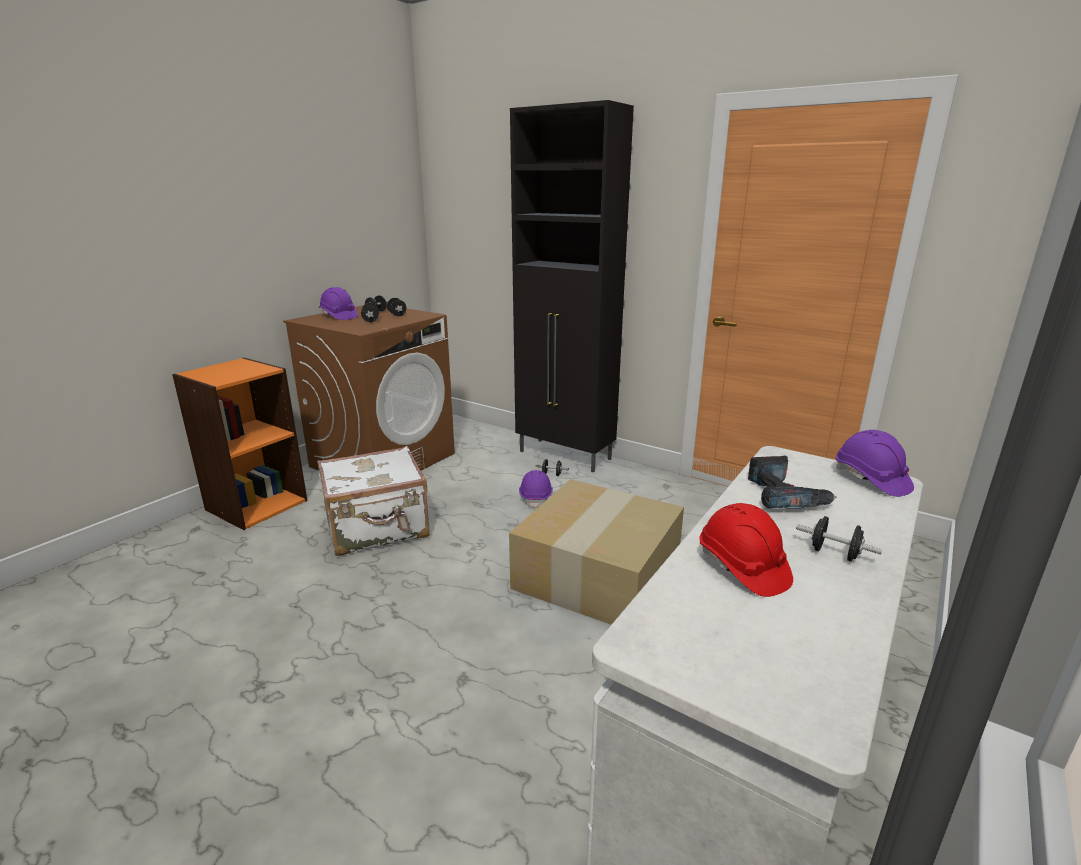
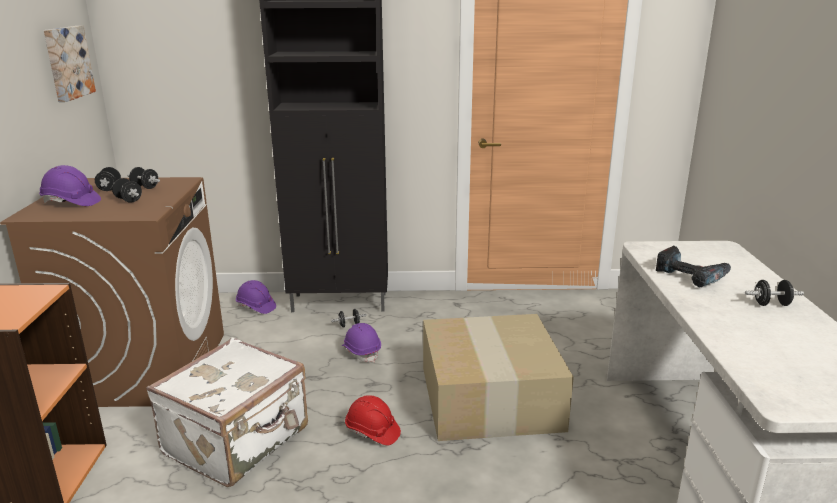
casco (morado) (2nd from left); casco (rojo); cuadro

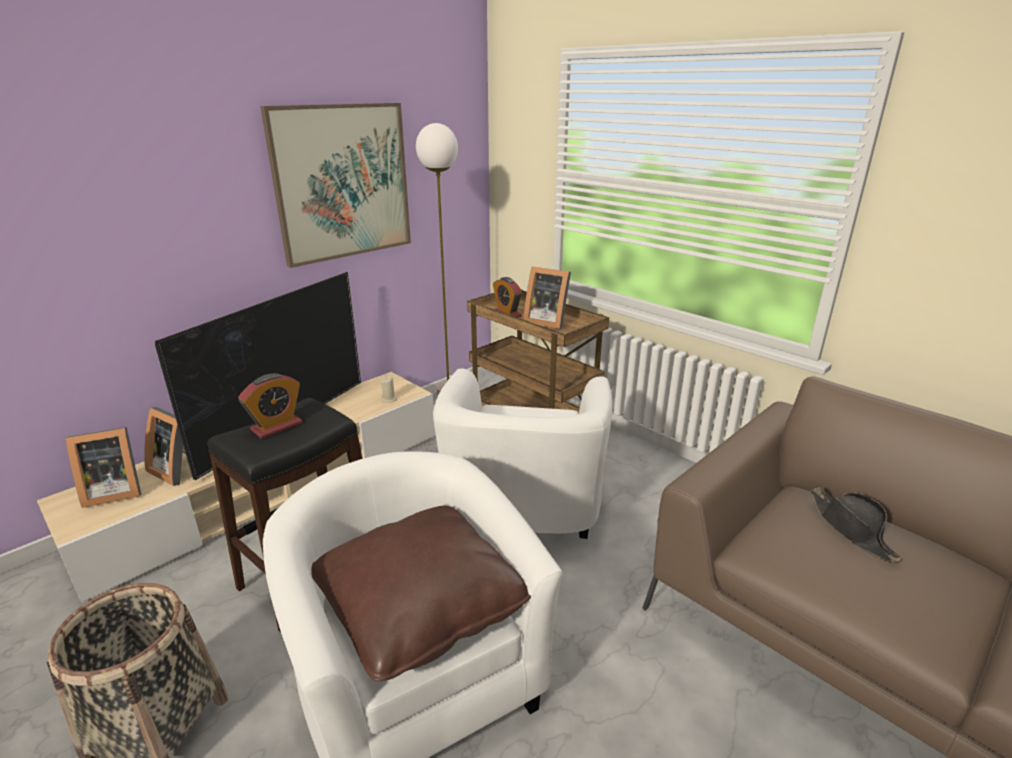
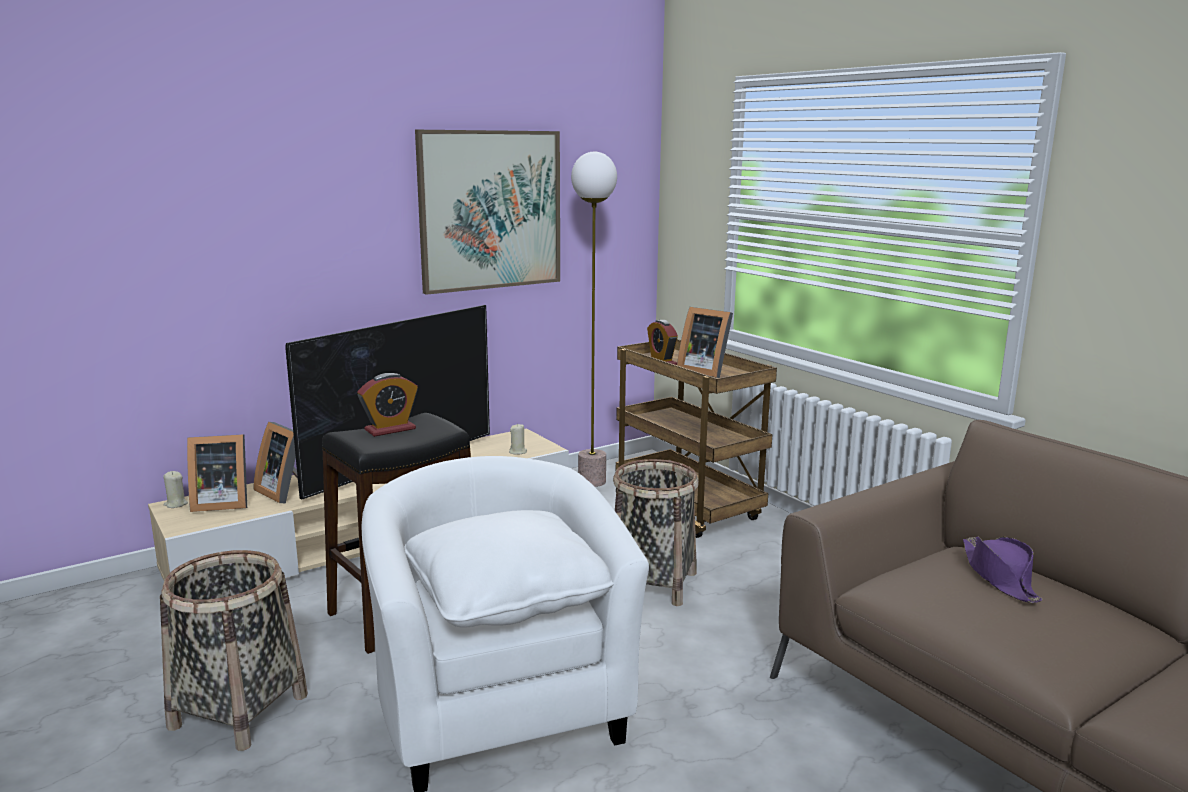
cesta (2nd from left); sombrero (morado); cojín (blanco); vela (beis) (1st from left)

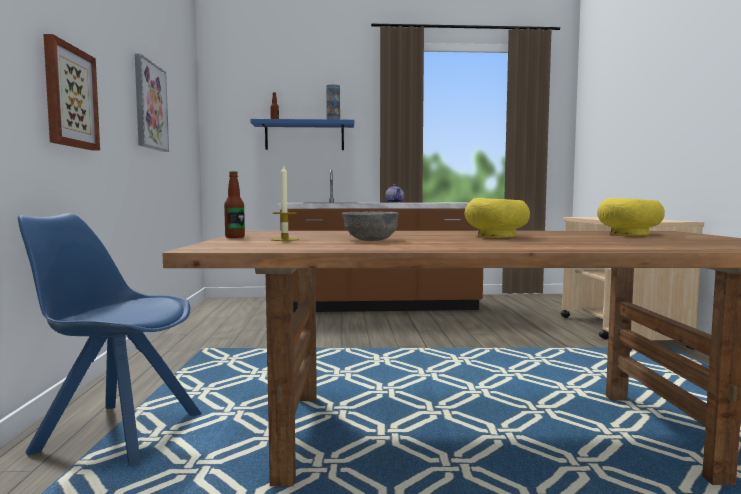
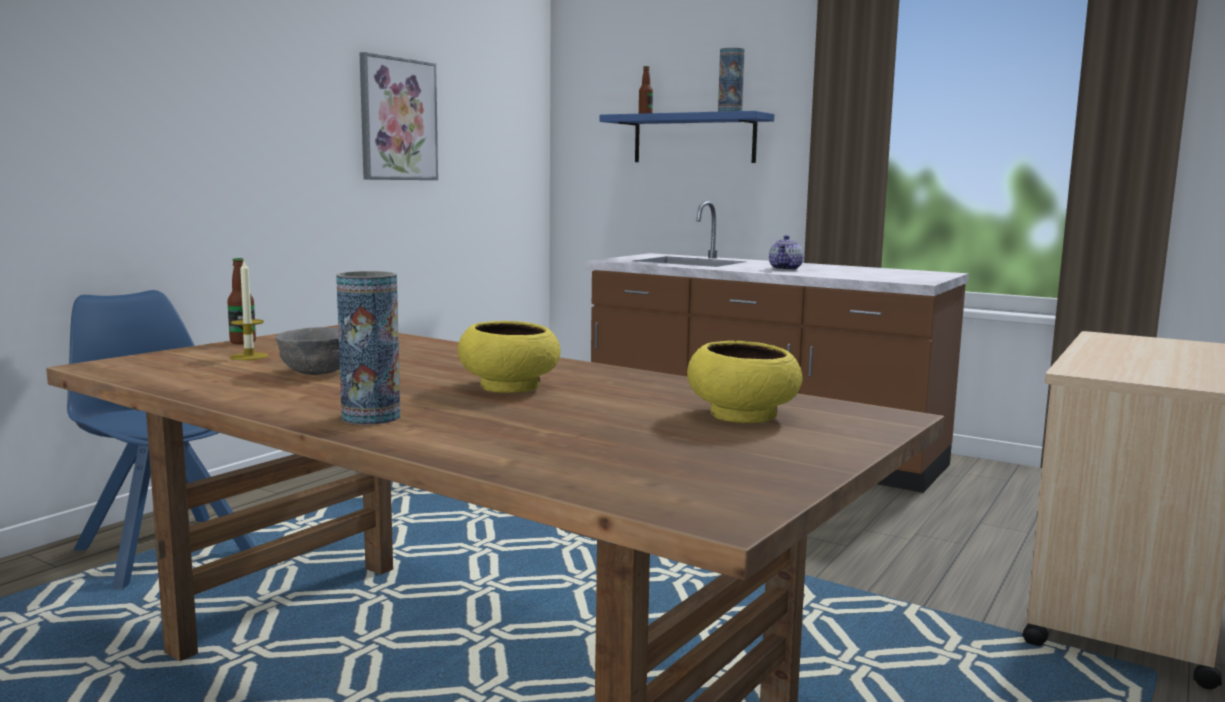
cuadro (1st from left in the first image); florero (1st from left)

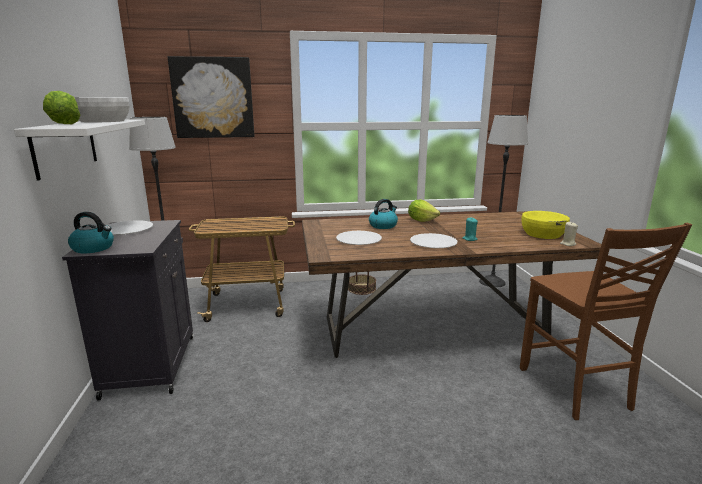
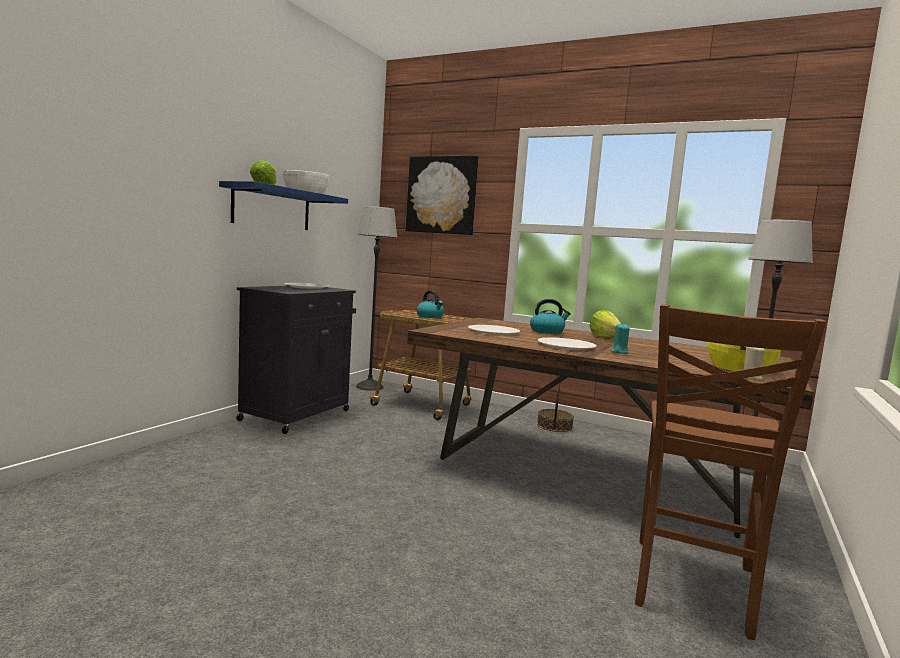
estante (azul); hervidor (1st from left)

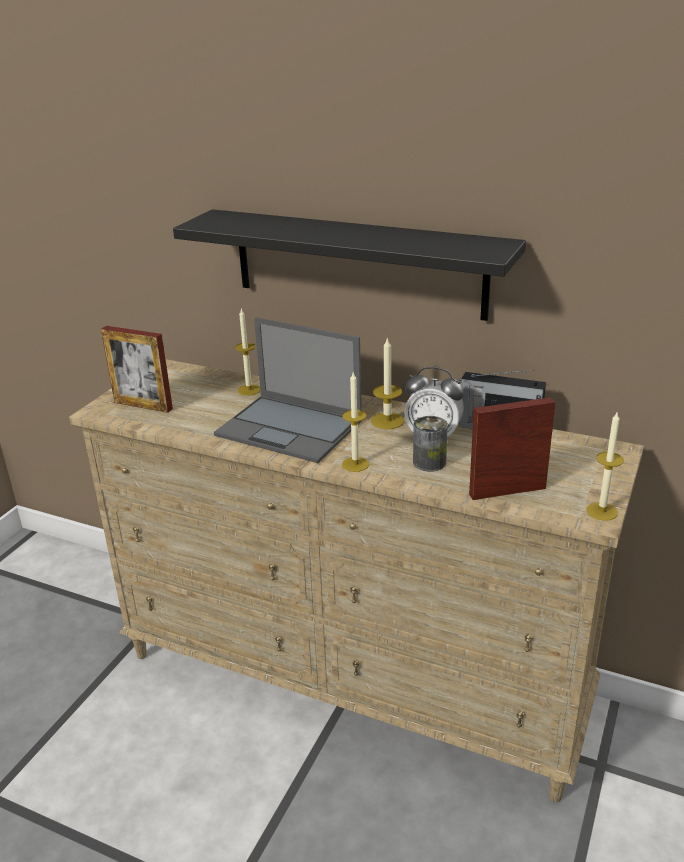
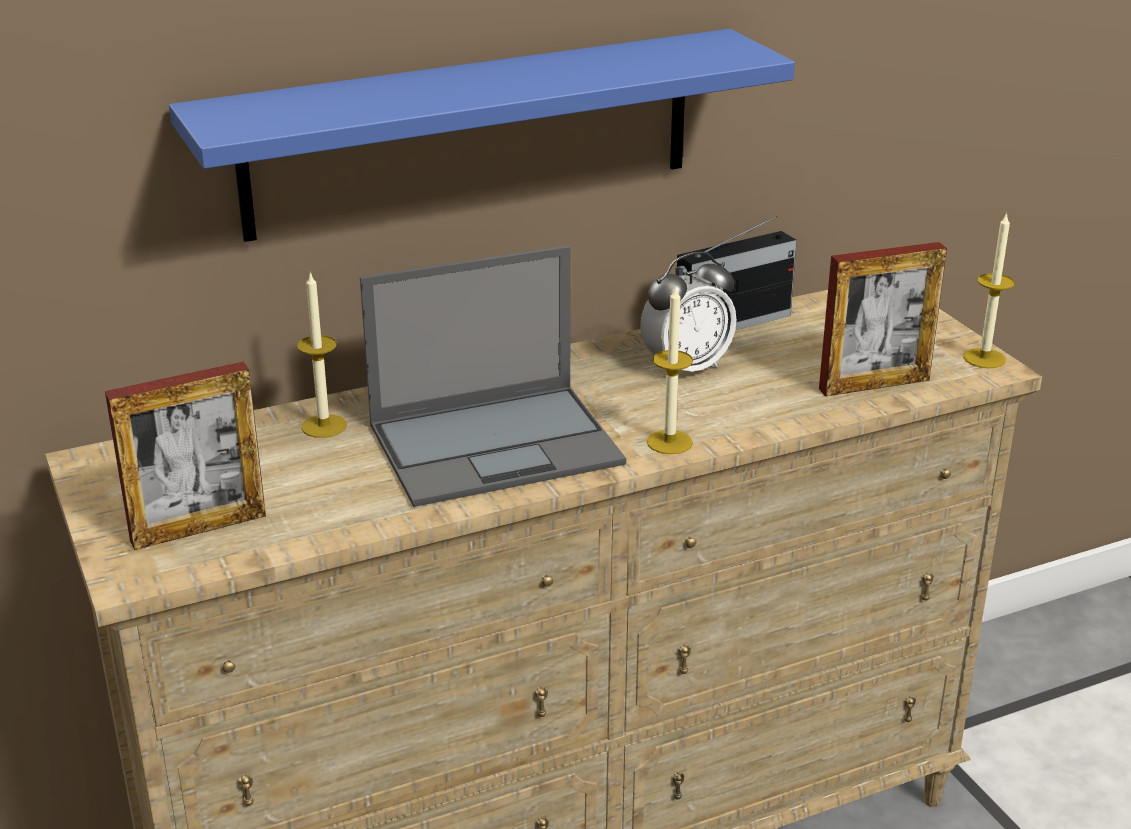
estante (azul); vela (3rd from left in the first image); portarretratos (2nd from left); lata

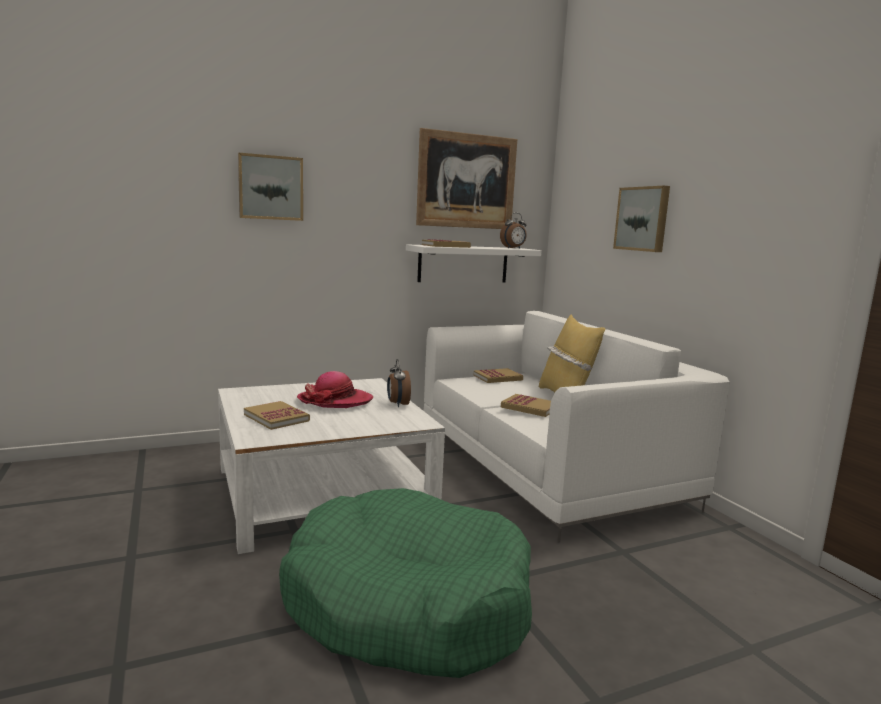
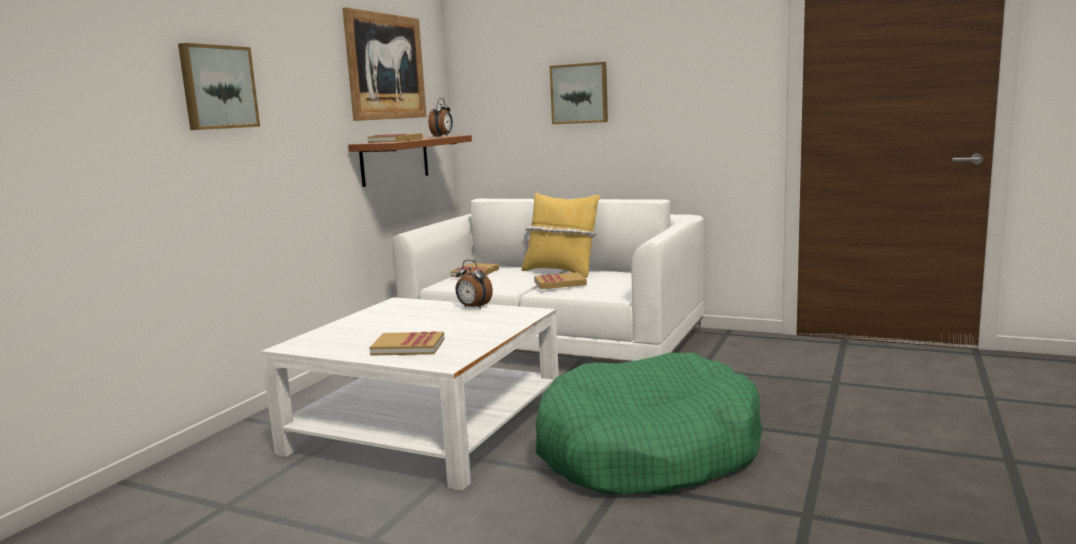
estante (marrón); sombrero

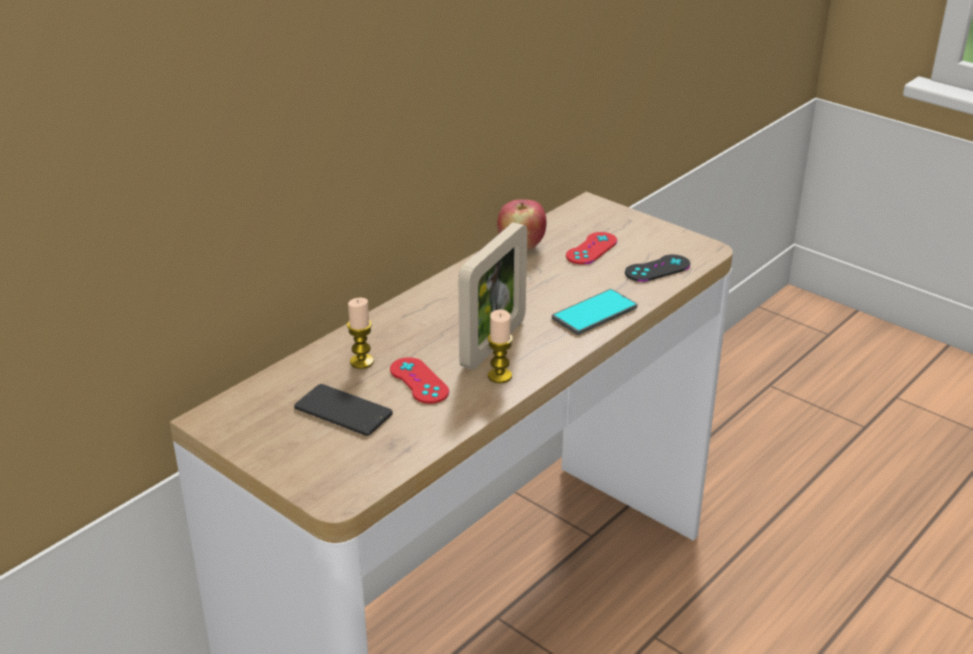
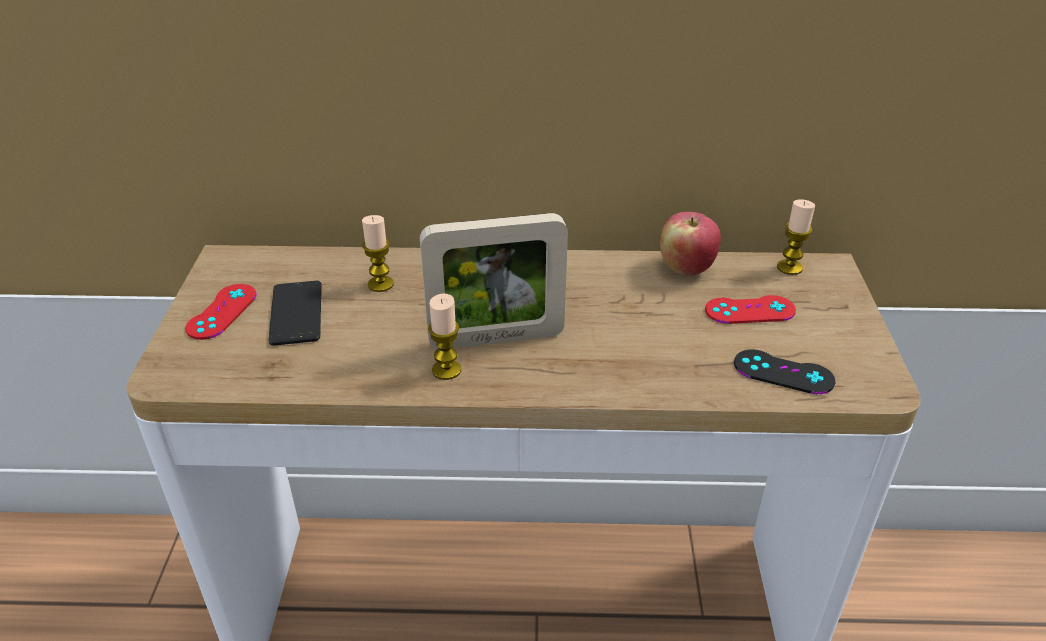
móvil (2nd from left in the first image); mando de consola (rojo) (1st from left); vela (3rd from left)

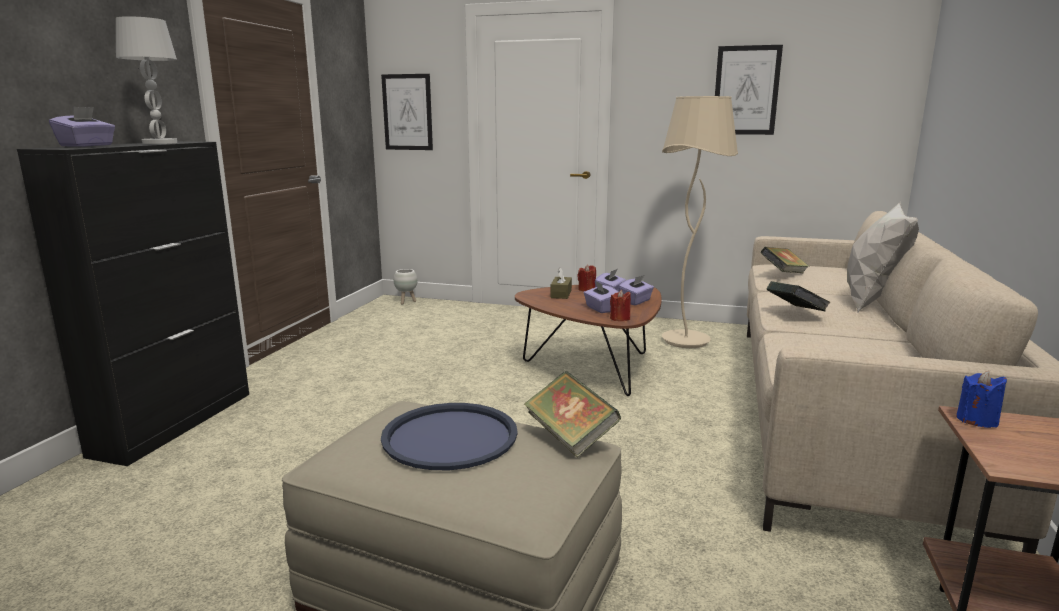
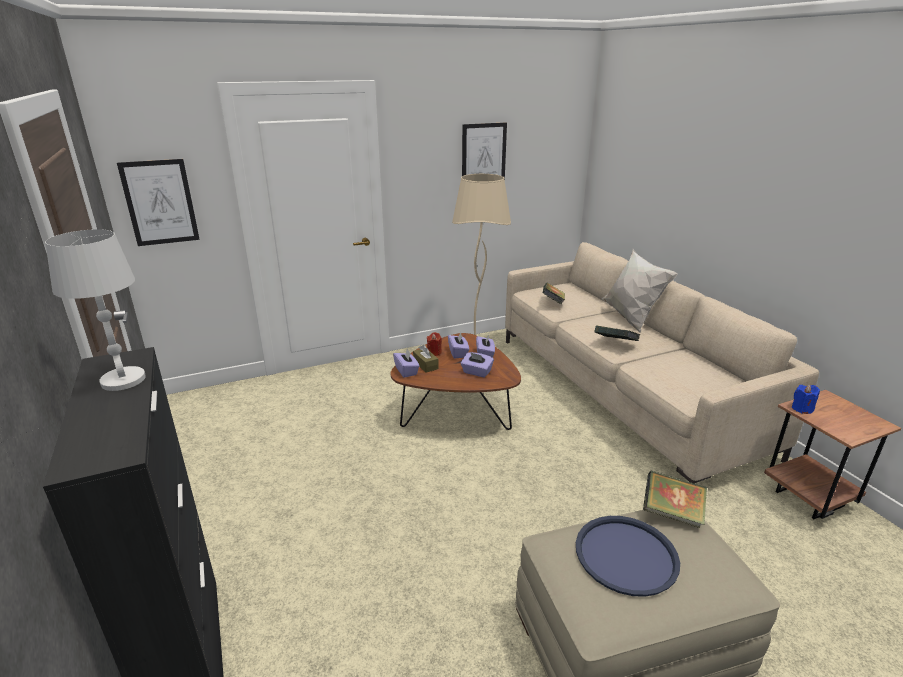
caja de pañuelos (morado) (1st from left); maceta (blanco); vela (rojo) (2nd from left in the first image)

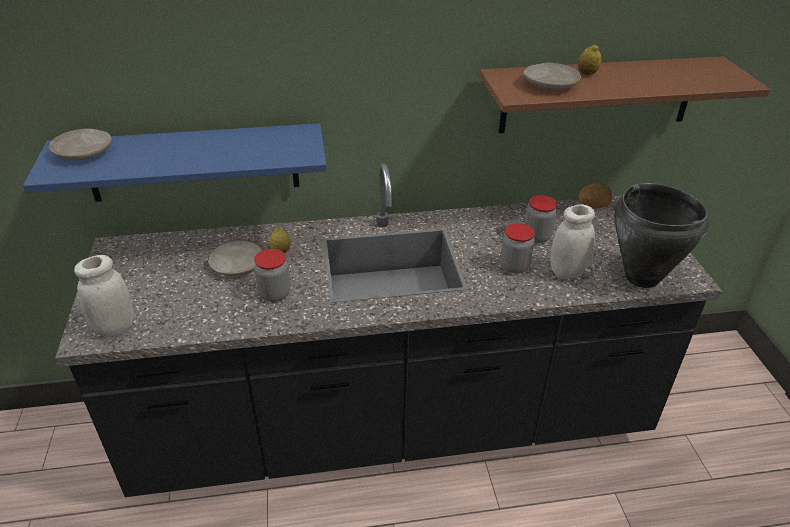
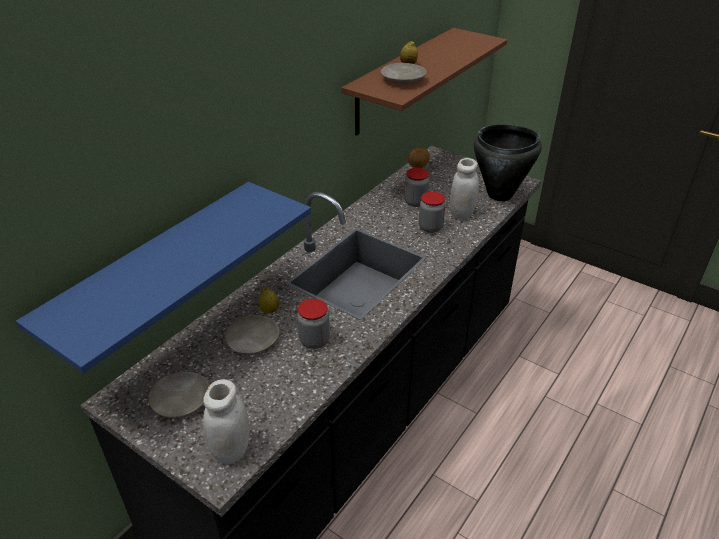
plato (beis) (1st from left)

